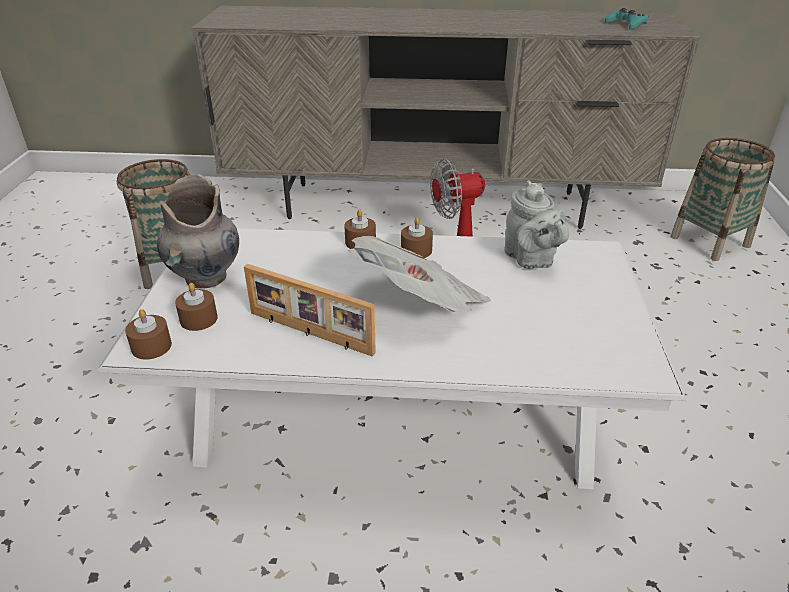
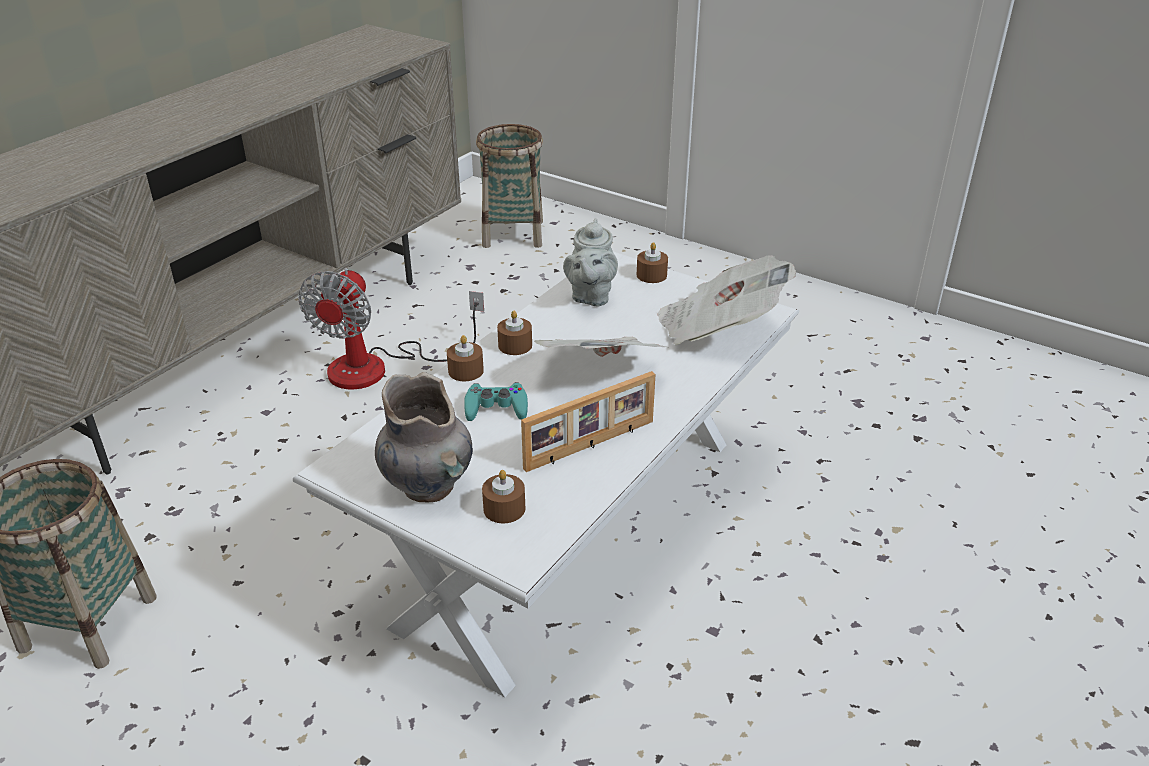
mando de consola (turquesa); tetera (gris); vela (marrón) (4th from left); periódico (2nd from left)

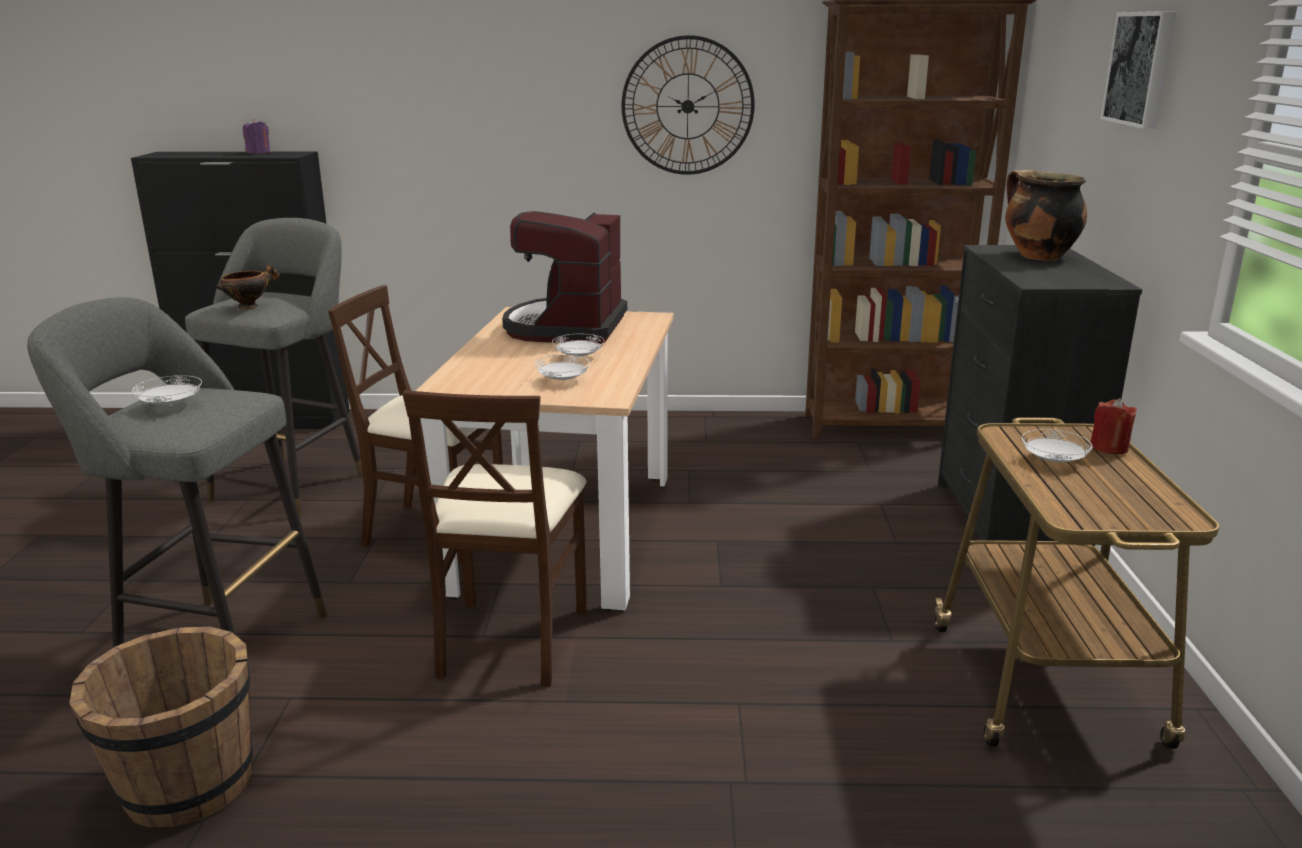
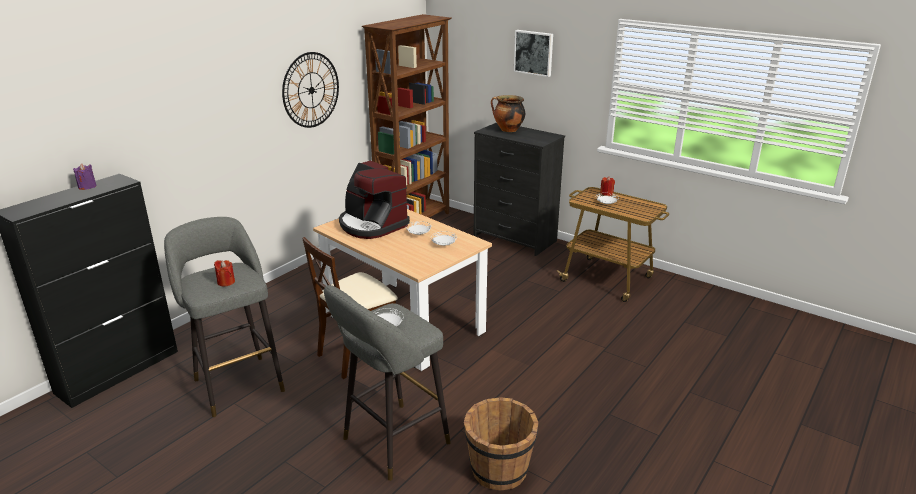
vela (rojo) (1st from left); silla (beis) (2nd from left in the first image)

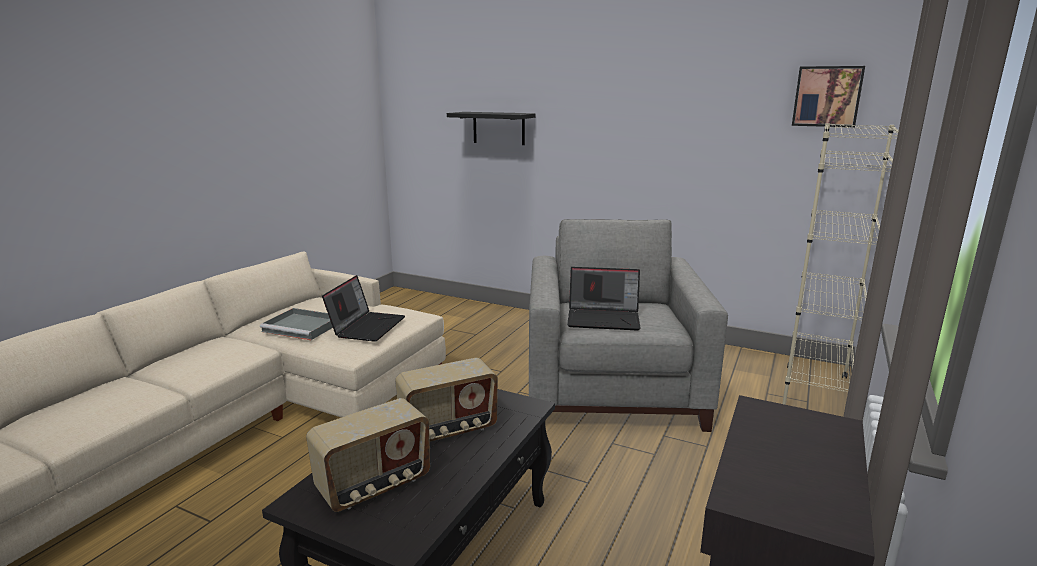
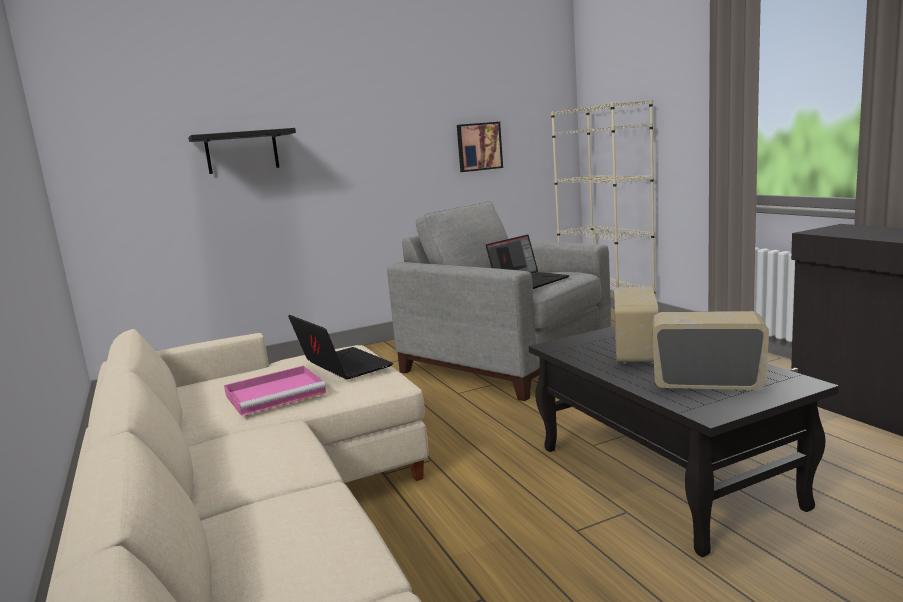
cuadro; bandeja (rosa); radio (2nd from left)

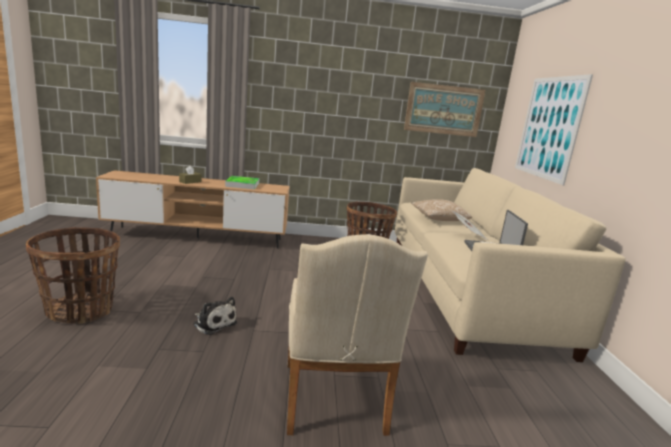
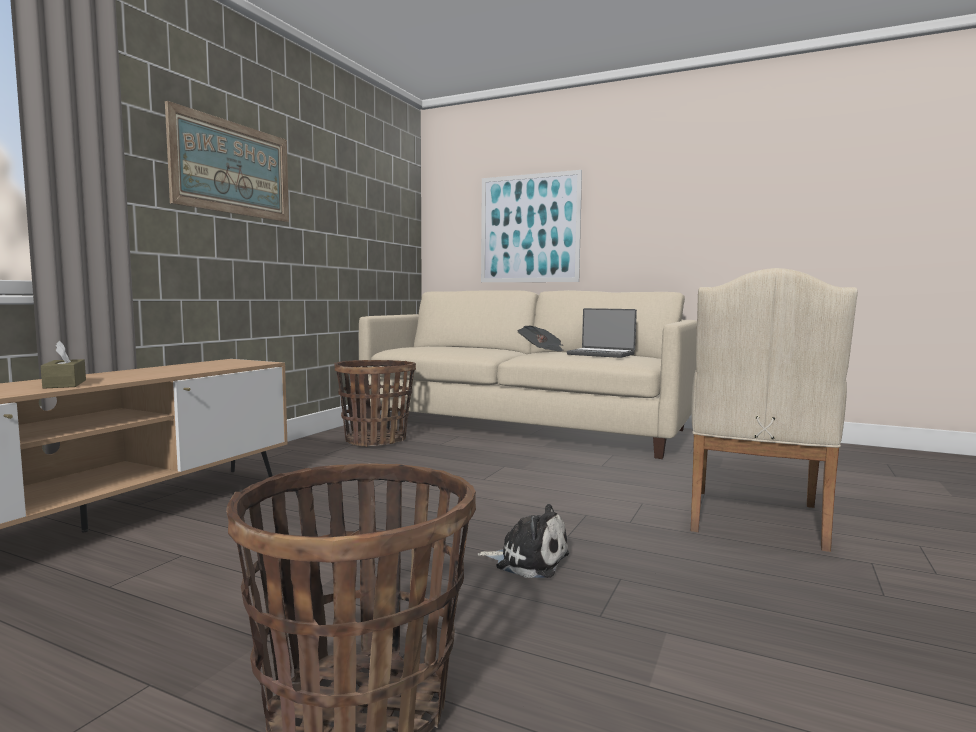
cuadro (1st from left); bandeja; cojín; sillón (beis); peluche

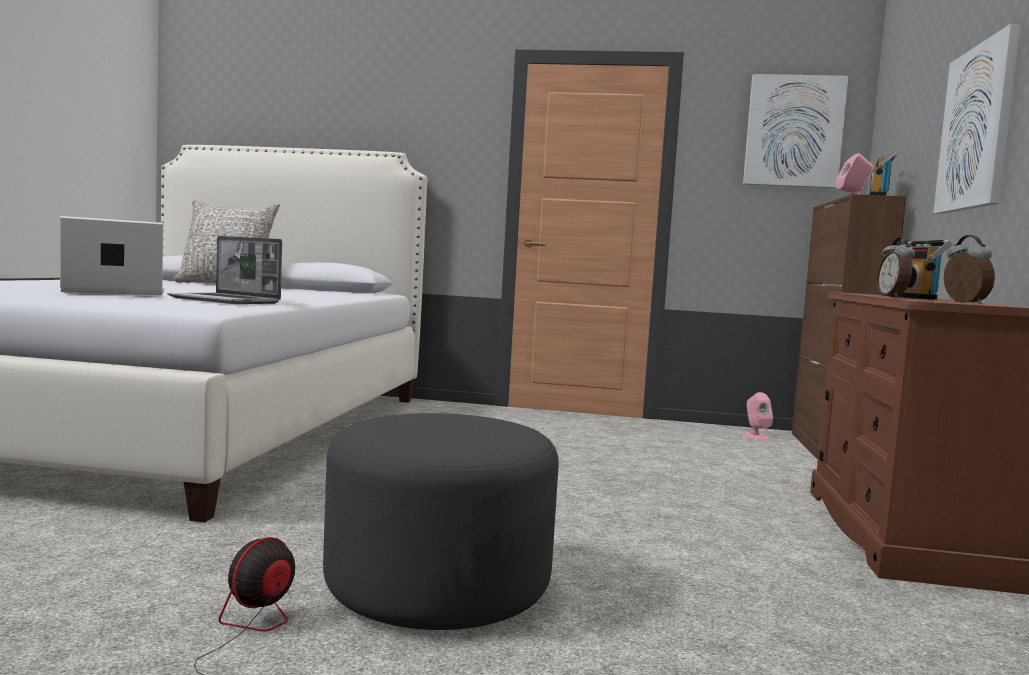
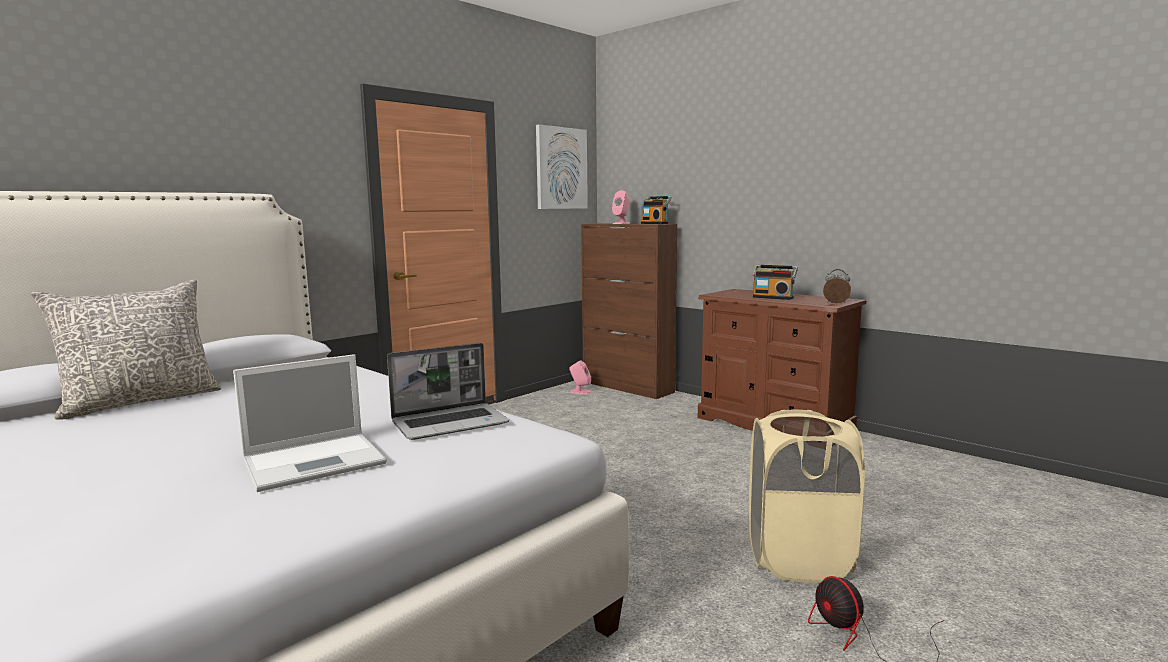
cuadro (2nd from left in the first image); portátil (1st from left); despertador (1st from left in the first image); cesto de la ropa (beis)

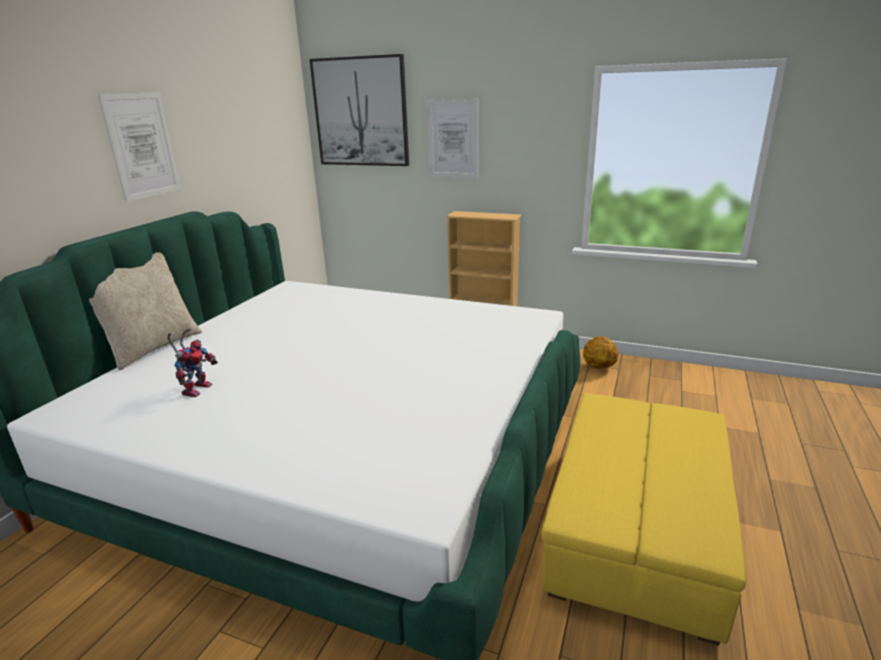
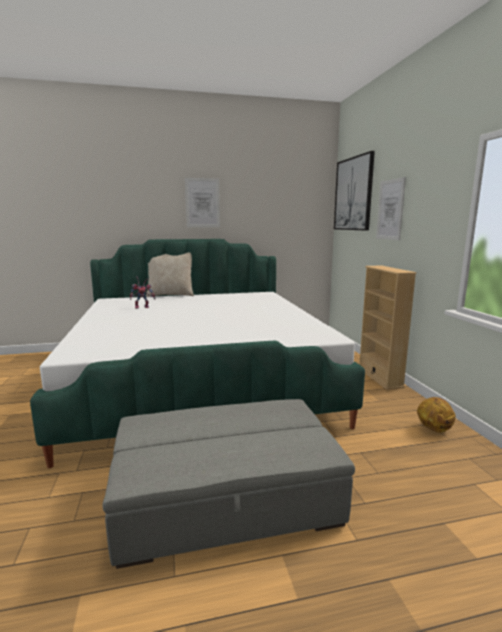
puf (gris)

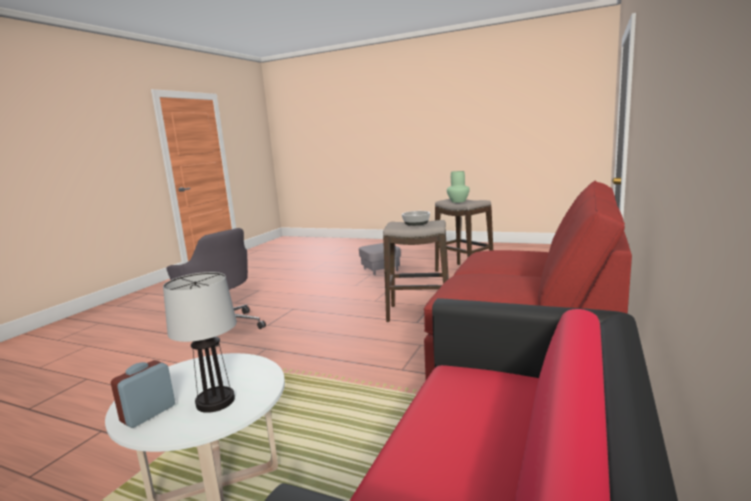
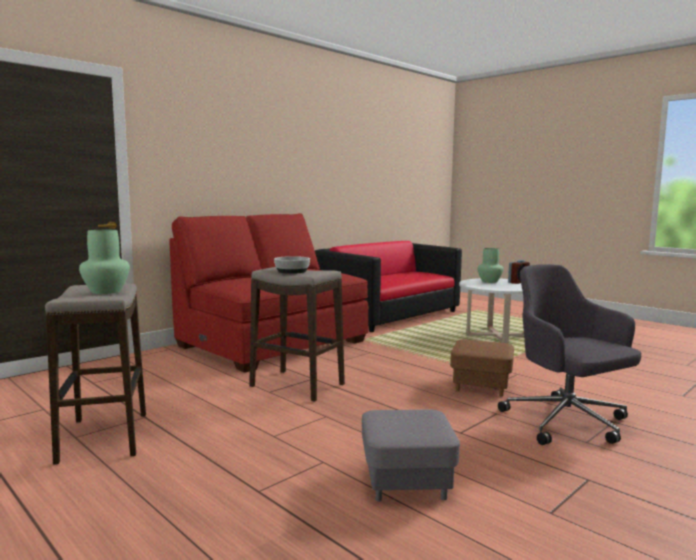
puf (gris); florero (verde) (2nd from left); puf (marrón)

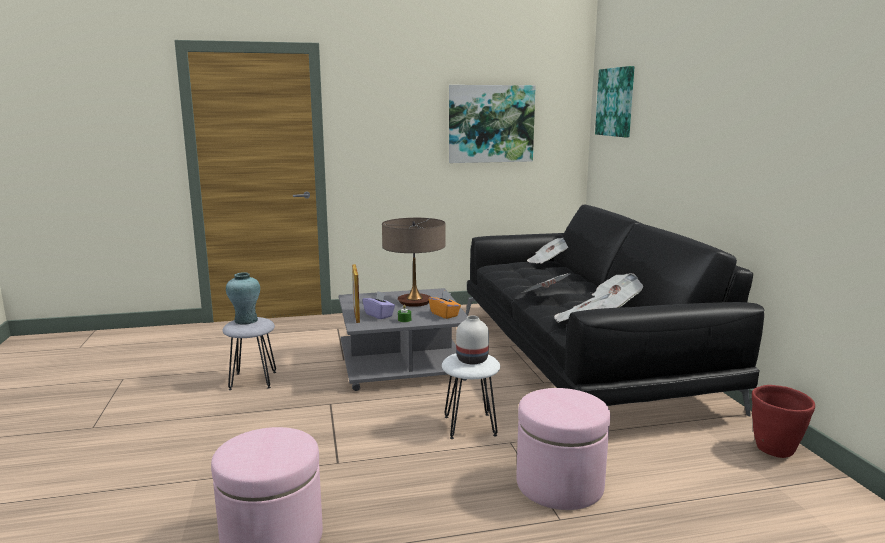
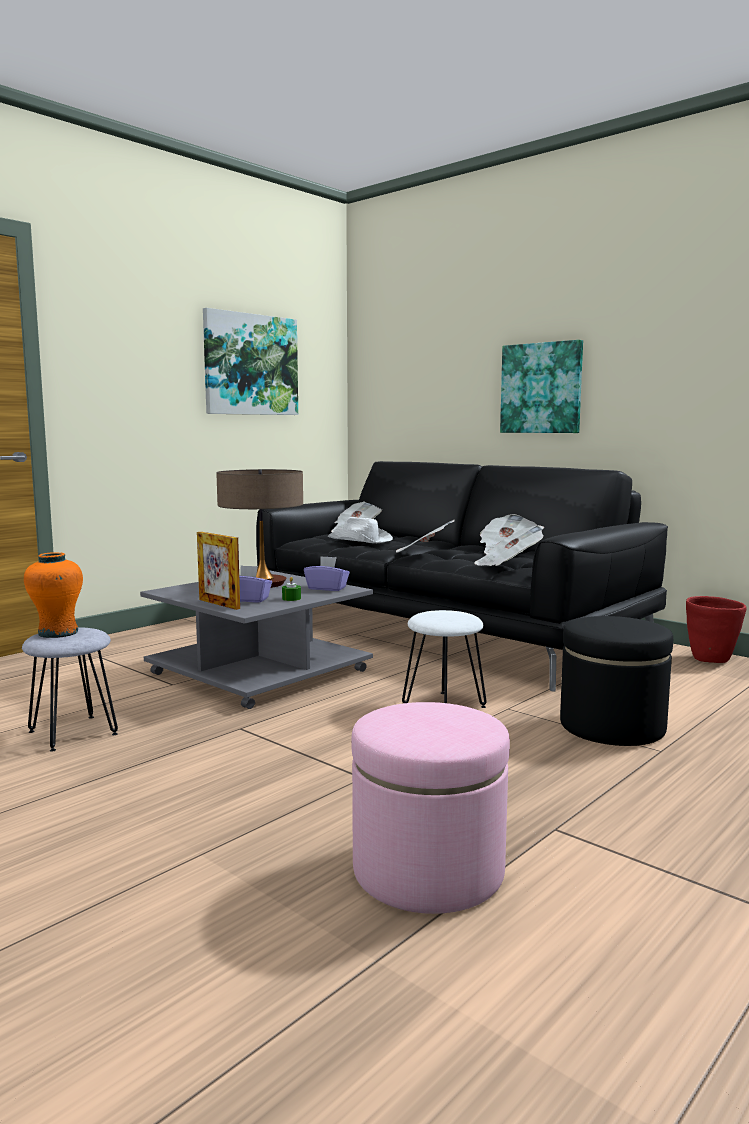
cuadro (2nd from left); florero (naranja); caja de pañuelos (morado) (2nd from left); florero (blanco); puf (negro); sombrero (blanco)

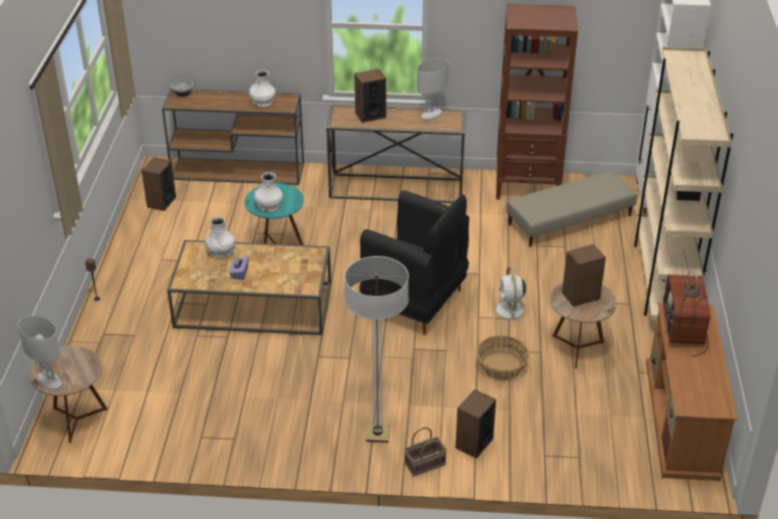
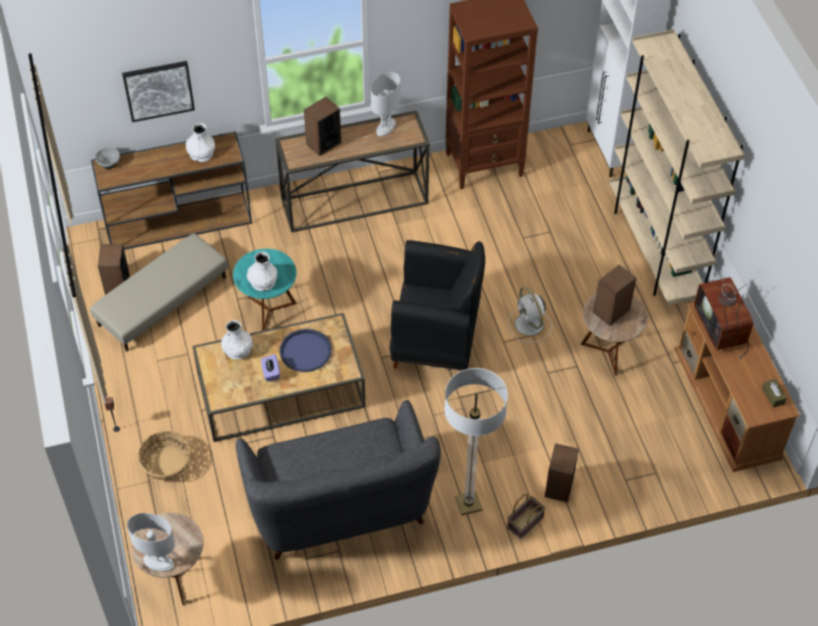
puf (beis); cesta (1st from left); cuadro; bandeja (azul); caja de pañuelos (marrón); sofá (gris)

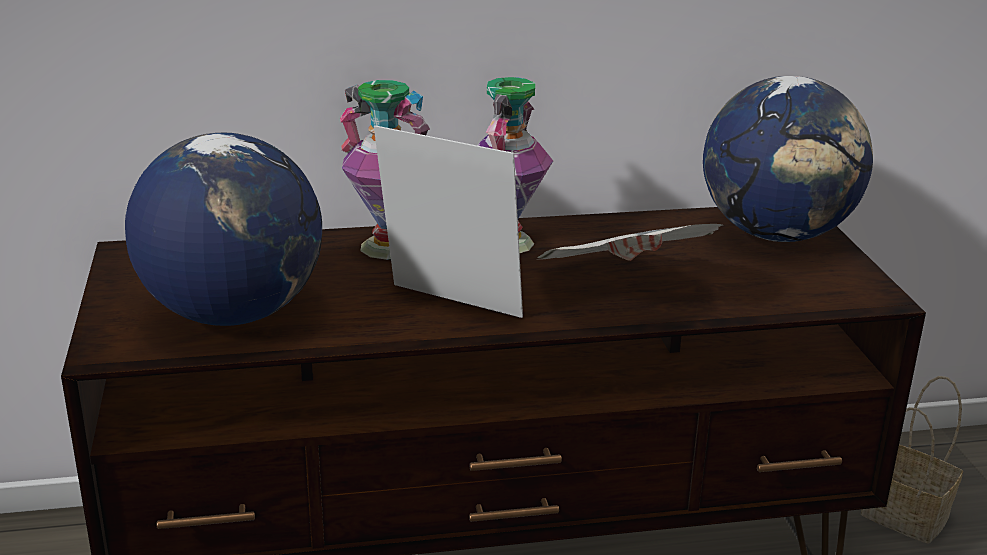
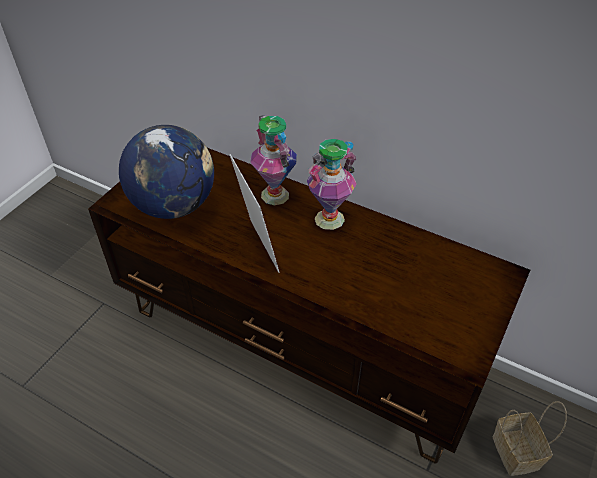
globo terráqueo (2nd from left in the first image); periódico

